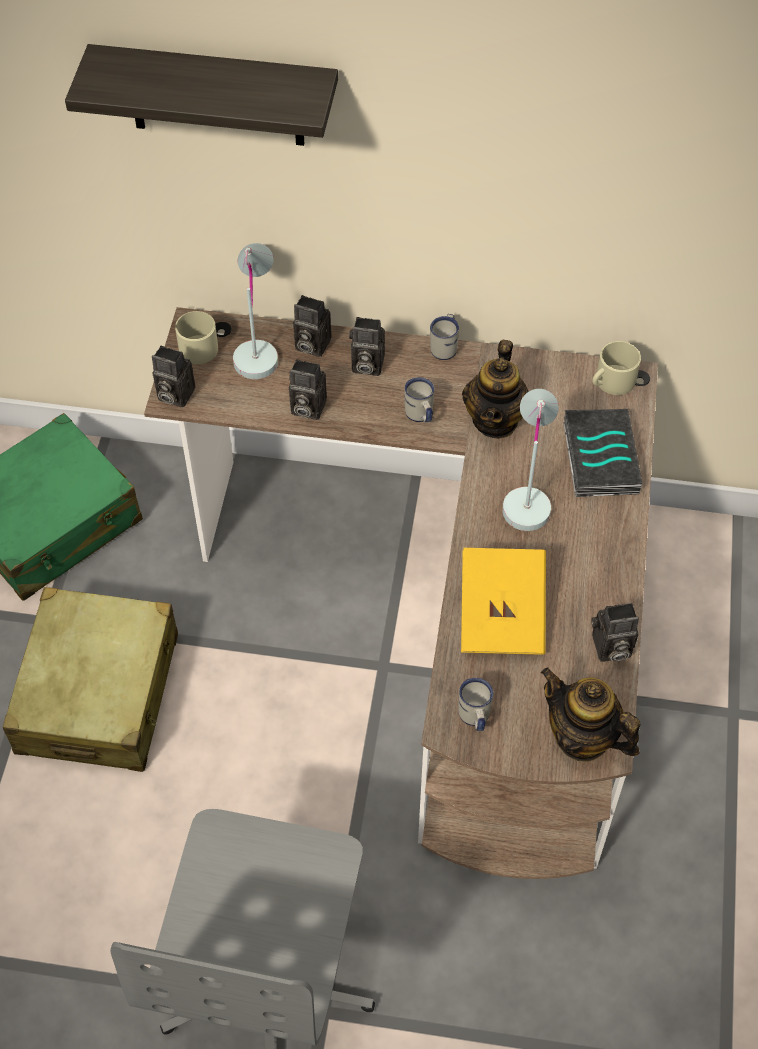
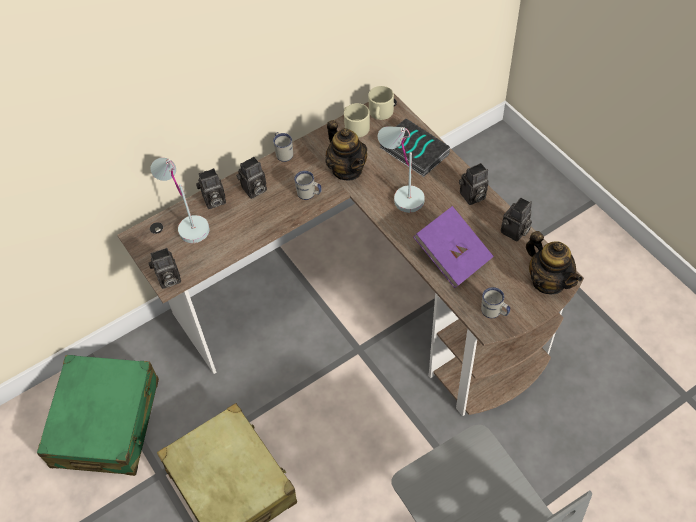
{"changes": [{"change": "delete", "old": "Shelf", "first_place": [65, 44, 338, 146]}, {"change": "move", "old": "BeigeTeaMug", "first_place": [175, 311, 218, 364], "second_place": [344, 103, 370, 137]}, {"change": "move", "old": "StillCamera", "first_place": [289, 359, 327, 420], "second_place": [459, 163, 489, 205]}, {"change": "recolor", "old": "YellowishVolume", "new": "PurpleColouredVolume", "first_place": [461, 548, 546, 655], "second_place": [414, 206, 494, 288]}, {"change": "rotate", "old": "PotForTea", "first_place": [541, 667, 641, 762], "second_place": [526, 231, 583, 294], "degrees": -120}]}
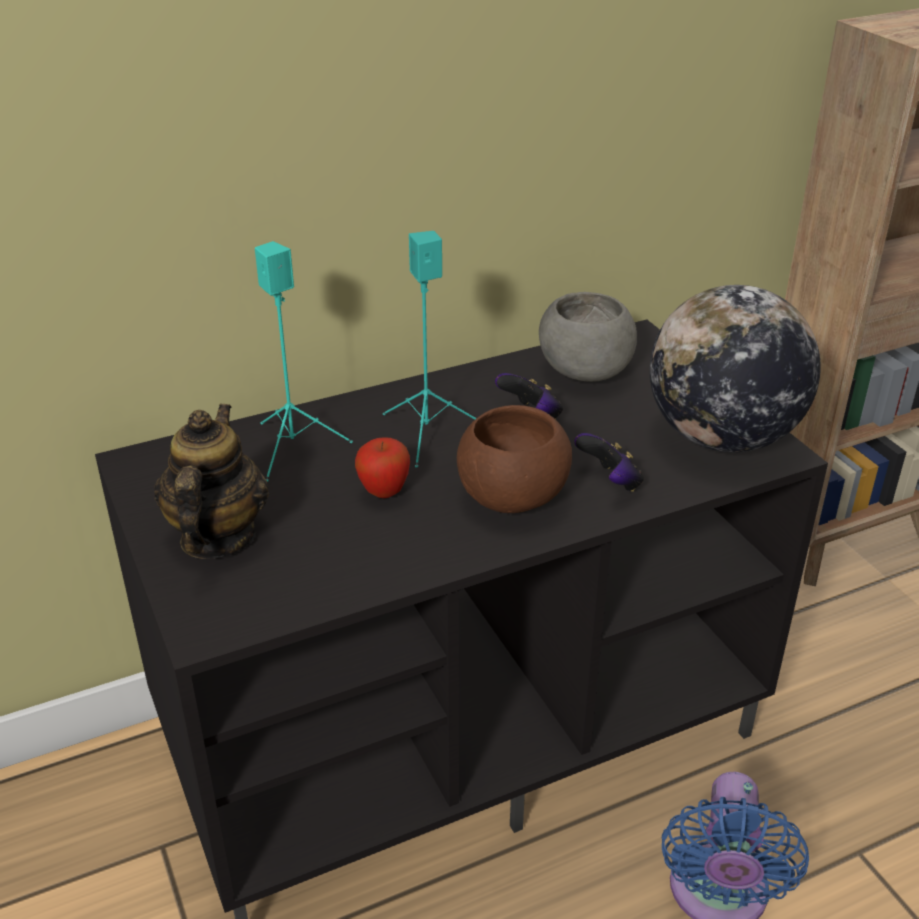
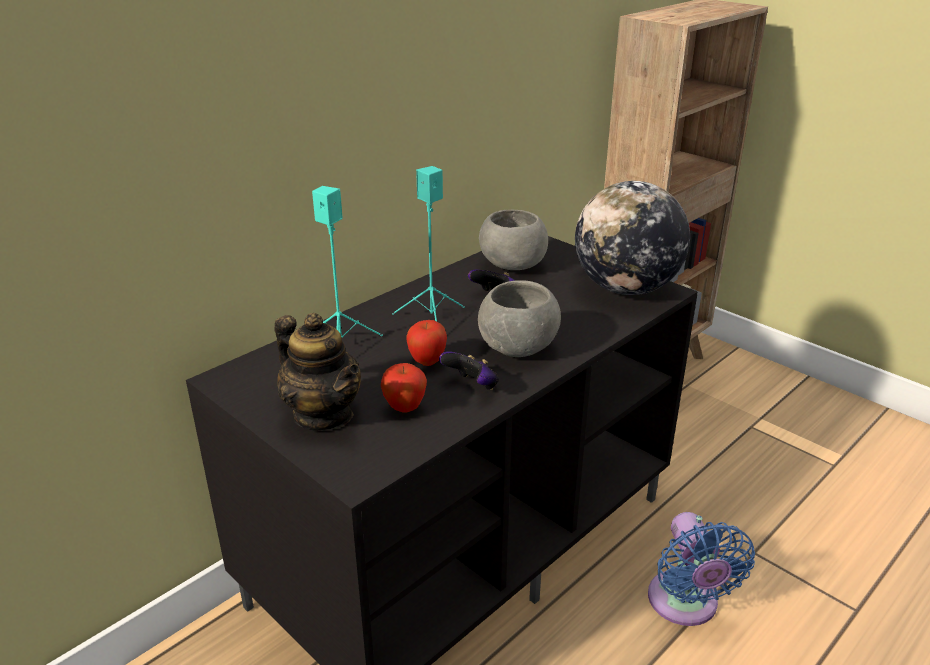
{"changes": [{"change": "insert", "new": "WholeApple", "second_place": [381, 363, 427, 413]}, {"change": "move", "old": "GameController", "first_place": [574, 433, 644, 492], "second_place": [439, 351, 499, 390]}, {"change": "recolor", "old": "BrownishServingBowl", "new": "GreyServingBowl", "first_place": [457, 405, 572, 513], "second_place": [478, 280, 561, 357]}, {"change": "rotate", "old": "PotForTea", "first_place": [154, 404, 269, 559], "second_place": [275, 313, 361, 431], "degrees": 150}]}
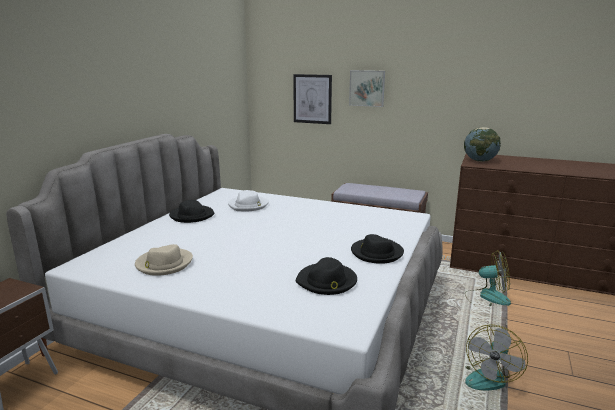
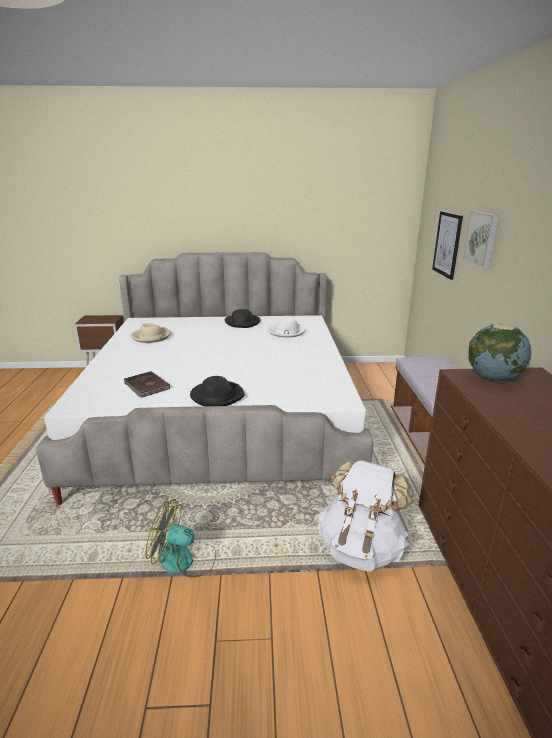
{"changes": [{"change": "replace", "old": "BlackishWearableHat", "new": "BrownishVolume", "first_place": [296, 257, 357, 295], "second_place": [124, 371, 170, 397]}, {"change": "replace", "old": "ElectricFan", "new": "WhiteColouredBackpack", "first_place": [465, 250, 511, 307], "second_place": [318, 460, 414, 572]}]}
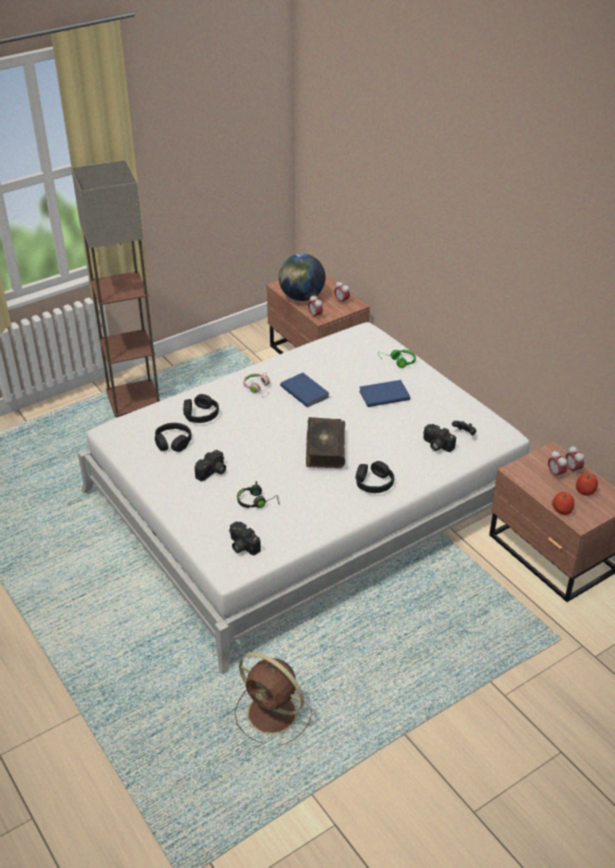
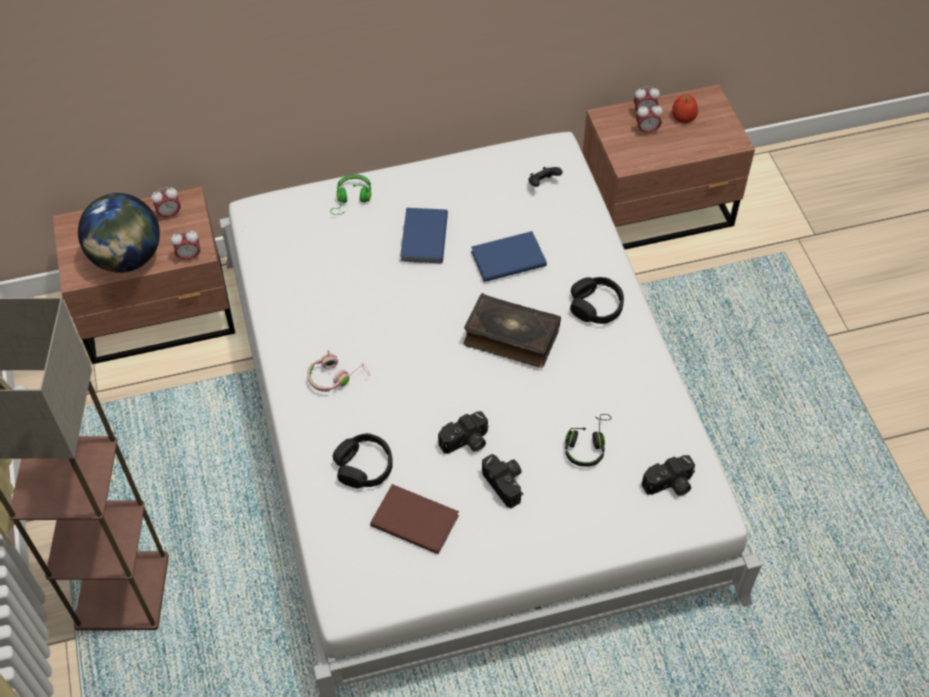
{"changes": [{"change": "delete", "old": "BrownishElectricFan", "first_place": [234, 652, 312, 745]}, {"change": "delete", "old": "WholeApple", "first_place": [552, 492, 574, 515]}, {"change": "move", "old": "BlueVolume", "first_place": [280, 373, 329, 408], "second_place": [471, 231, 547, 282]}, {"change": "move", "old": "StillCamera", "first_place": [423, 424, 456, 452], "second_place": [438, 411, 489, 454]}, {"change": "replace", "old": "BlackishHeadphones", "new": "BrownishVolume", "first_place": [155, 423, 192, 452], "second_place": [370, 484, 459, 554]}]}
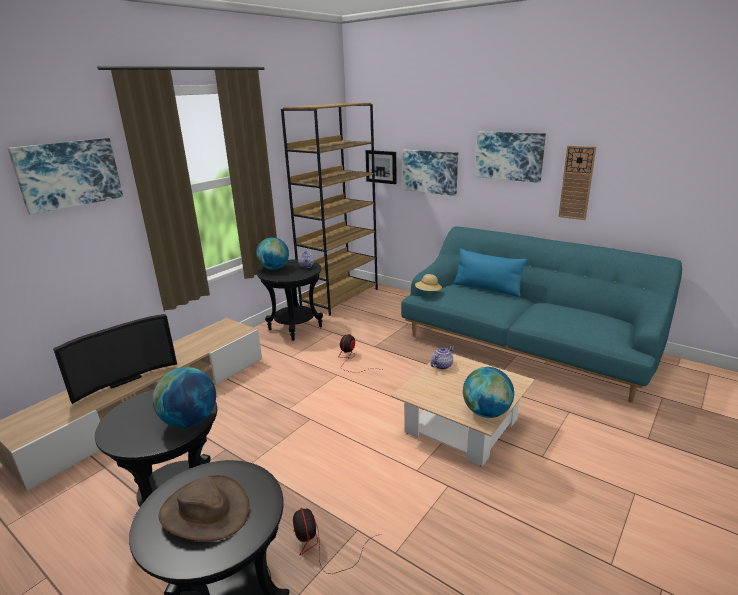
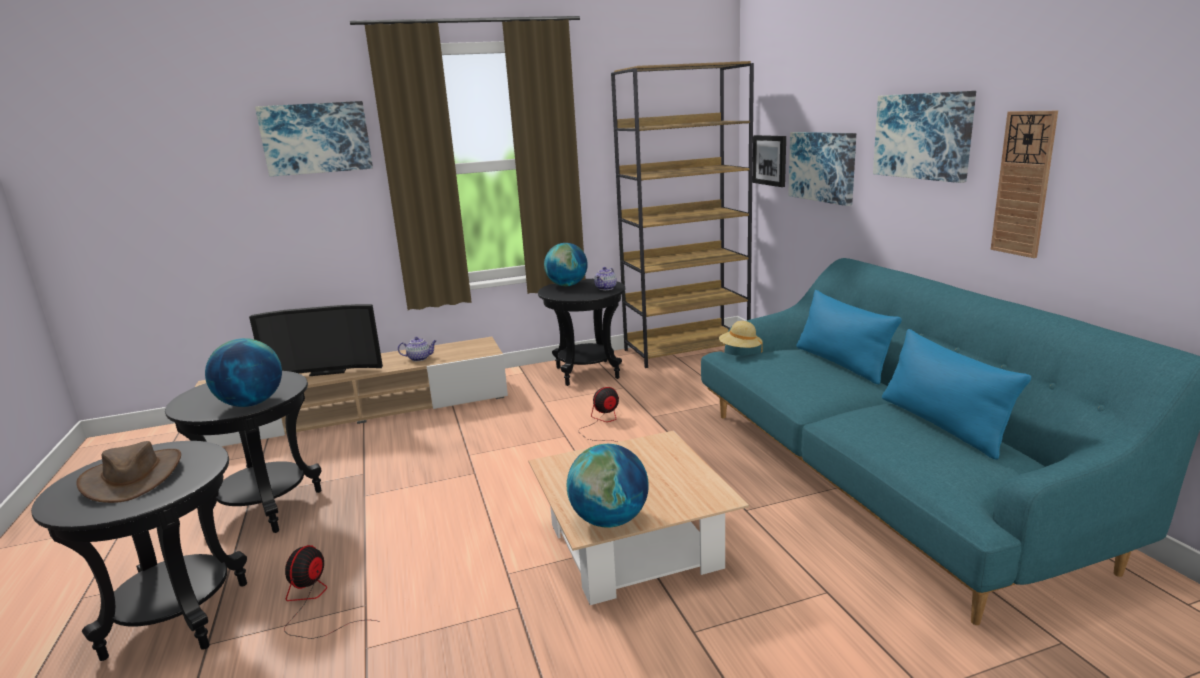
{"changes": [{"change": "insert", "new": "BlueThrowPillow", "second_place": [882, 329, 1031, 460]}, {"change": "move", "old": "PotForTea", "first_place": [431, 346, 454, 370], "second_place": [398, 337, 437, 361]}]}
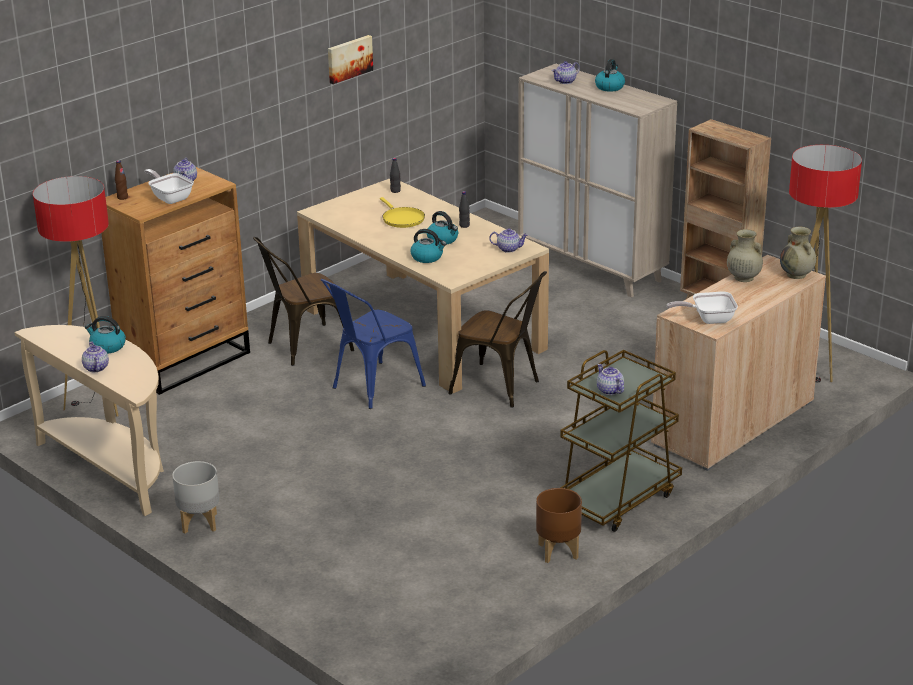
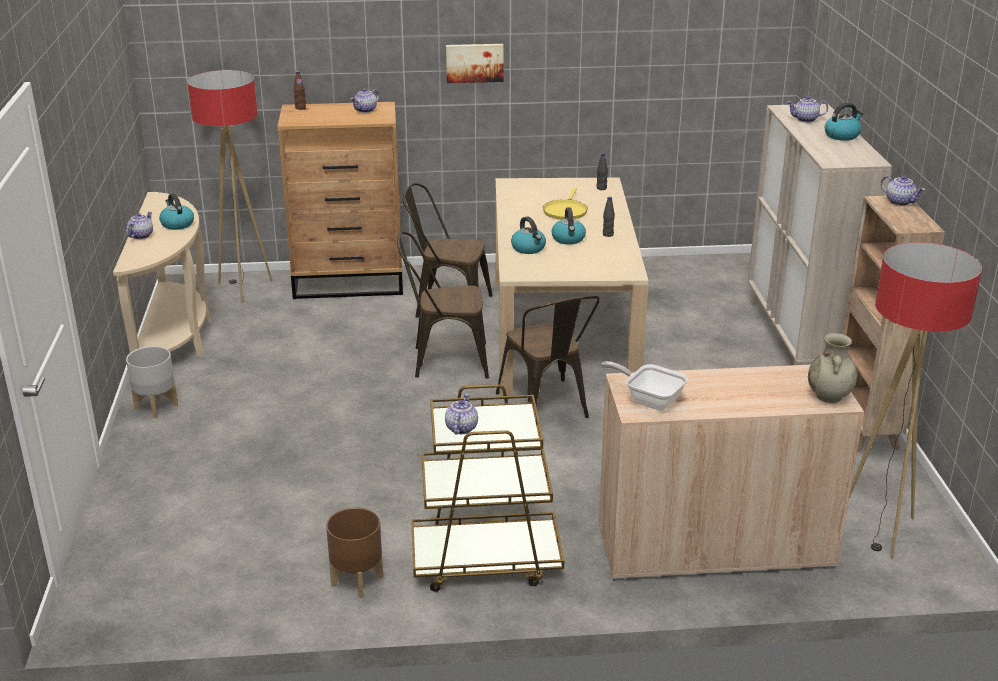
{"changes": [{"change": "delete", "old": "FryingPan", "first_place": [144, 169, 194, 204]}, {"change": "delete", "old": "BeigeDecorativeVase", "first_place": [727, 229, 763, 282]}, {"change": "move", "old": "Picture", "first_place": [328, 35, 373, 84], "second_place": [446, 44, 504, 83]}, {"change": "move", "old": "PotForTea", "first_place": [489, 228, 528, 253], "second_place": [881, 176, 925, 206]}, {"change": "recolor", "old": "BlueUprightChair", "new": "BrownishUprightChair", "first_place": [321, 279, 426, 409], "second_place": [397, 231, 489, 379]}]}
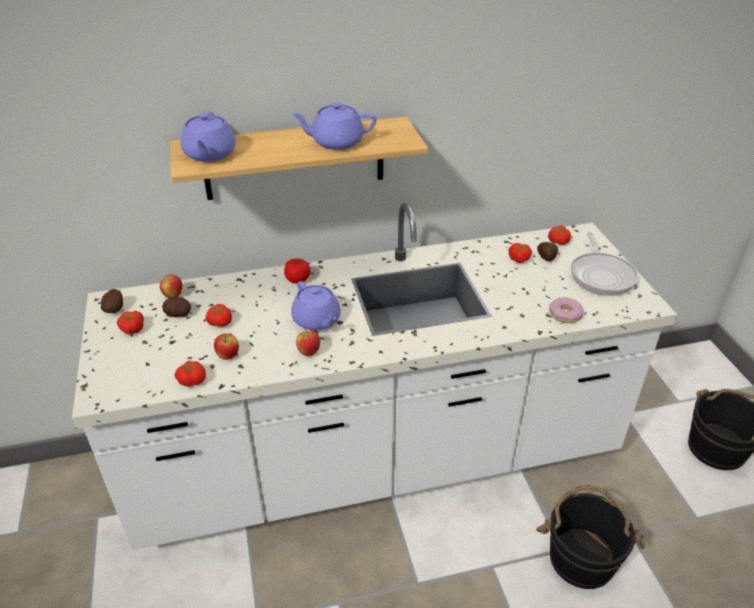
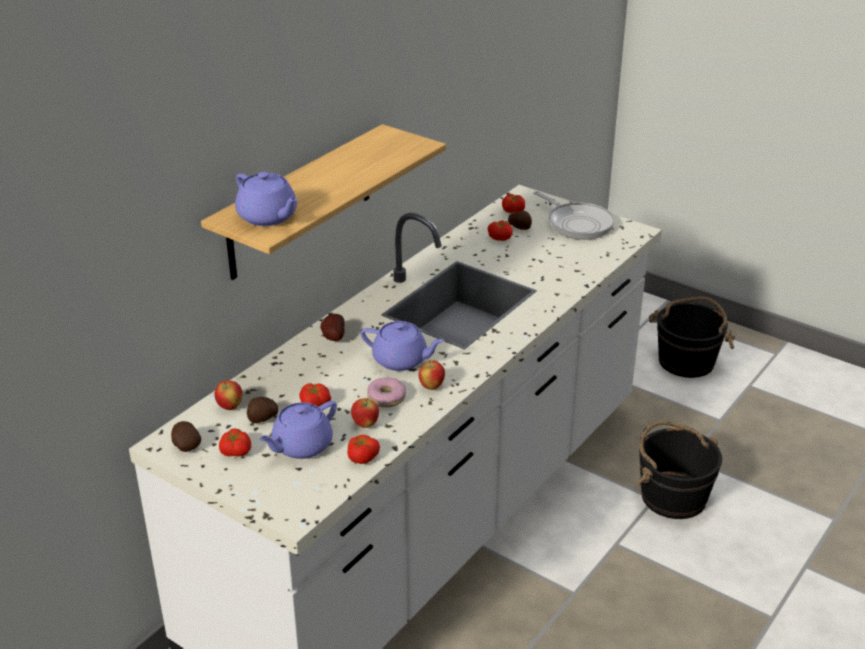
{"changes": [{"change": "move", "old": "PurpleColouredPotForTea", "first_place": [291, 102, 377, 150], "second_place": [259, 401, 337, 459]}, {"change": "move", "old": "RingDoughnut", "first_place": [549, 297, 584, 323], "second_place": [367, 377, 406, 407]}, {"change": "replace", "old": "FreshTomato", "new": "Potato", "first_place": [284, 258, 310, 283], "second_place": [320, 314, 345, 341]}]}
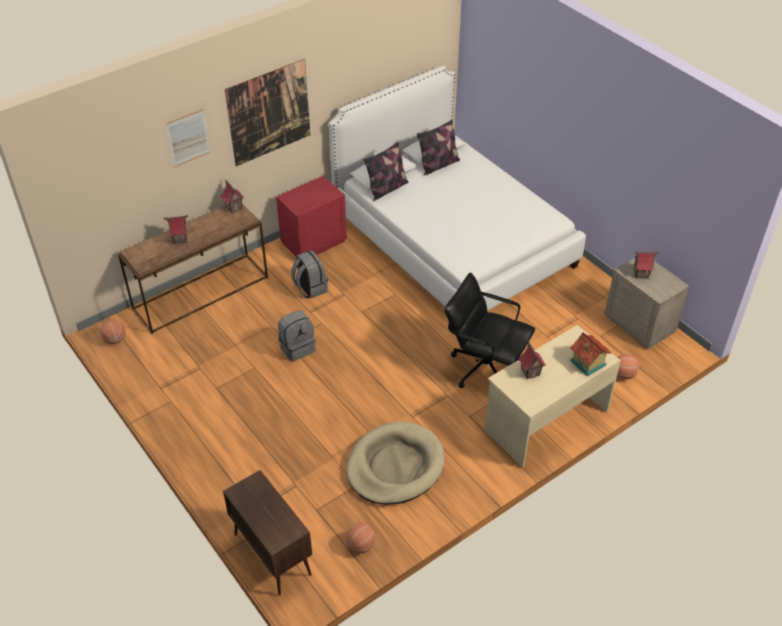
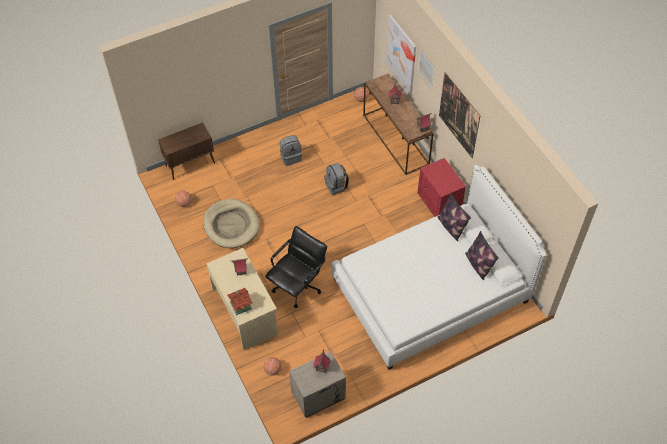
{"changes": [{"change": "insert", "new": "Picture", "second_place": [386, 15, 416, 94]}, {"change": "move", "old": "GreyBackpack", "first_place": [291, 250, 328, 299], "second_place": [280, 135, 302, 166]}]}
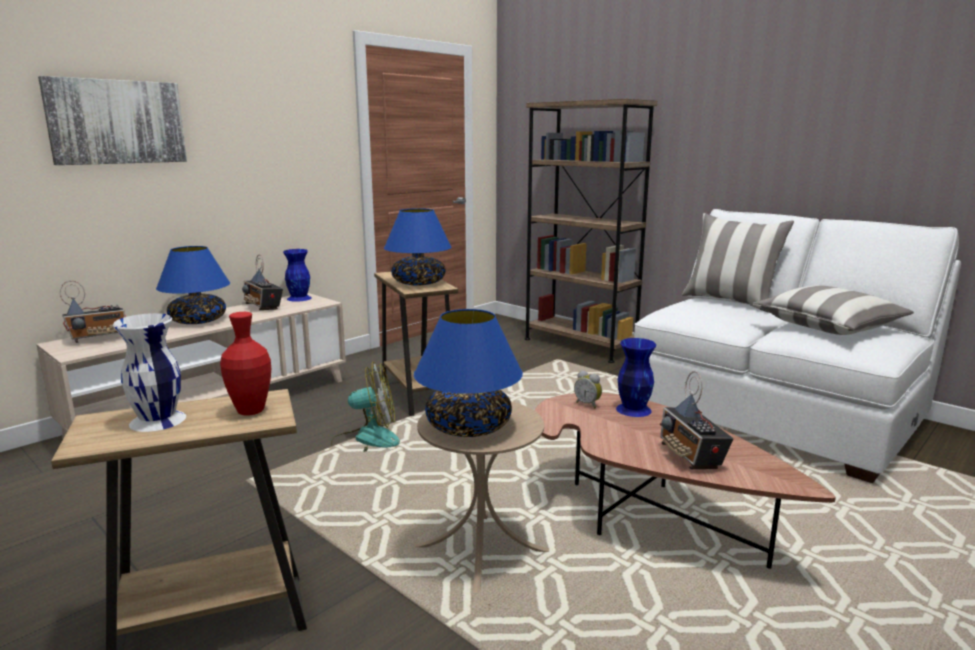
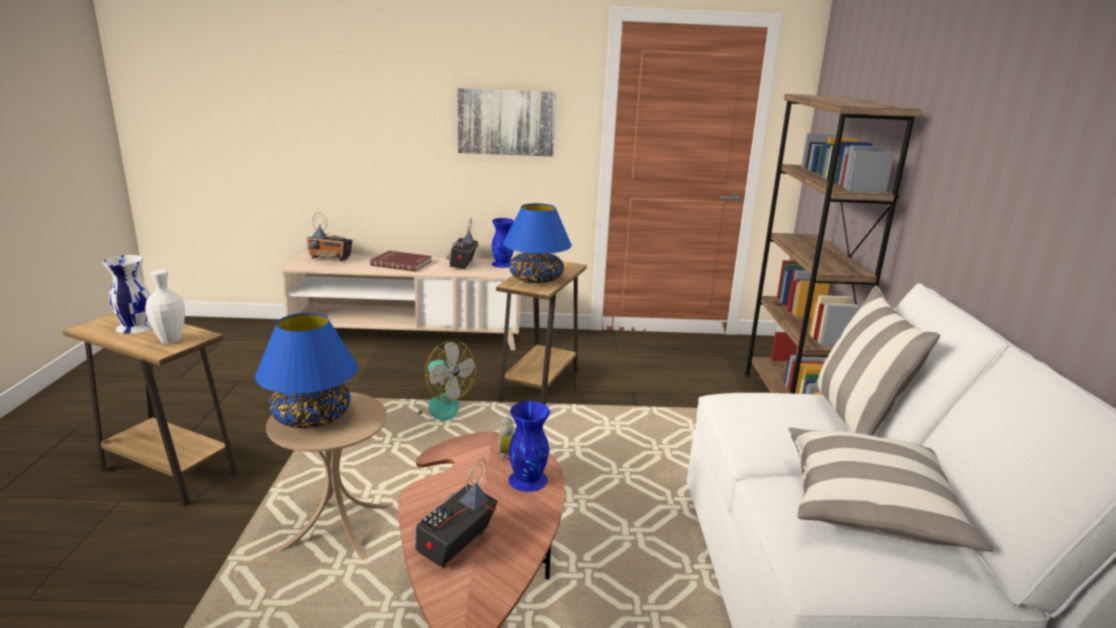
{"changes": [{"change": "move", "old": "Picture", "first_place": [38, 76, 187, 165], "second_place": [457, 88, 556, 157]}, {"change": "replace", "old": "BlueTableLamp", "new": "RedVolume", "first_place": [156, 246, 230, 324], "second_place": [370, 251, 432, 272]}, {"change": "recolor", "old": "RedDecorativeVase", "new": "WhiteColouredDecorativeVase", "first_place": [220, 312, 271, 416], "second_place": [145, 269, 185, 344]}]}
